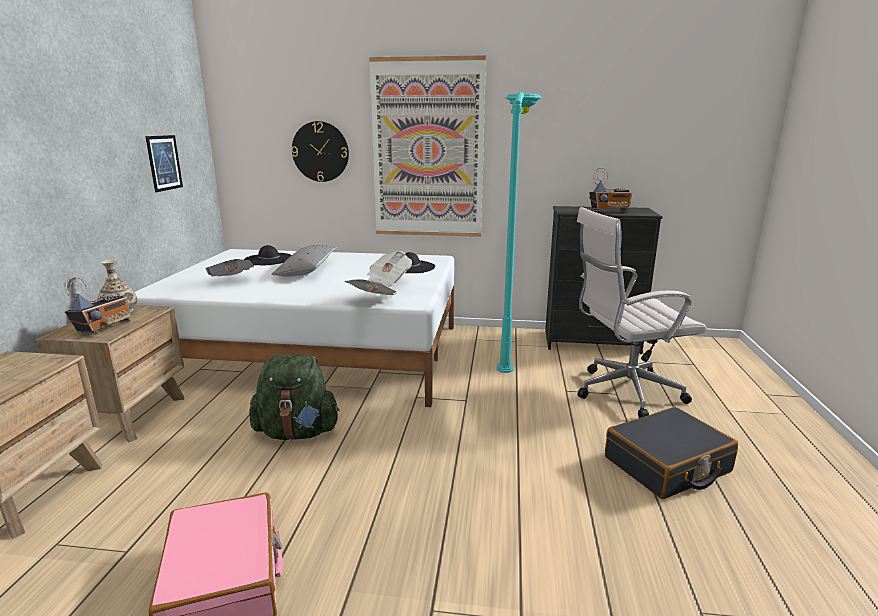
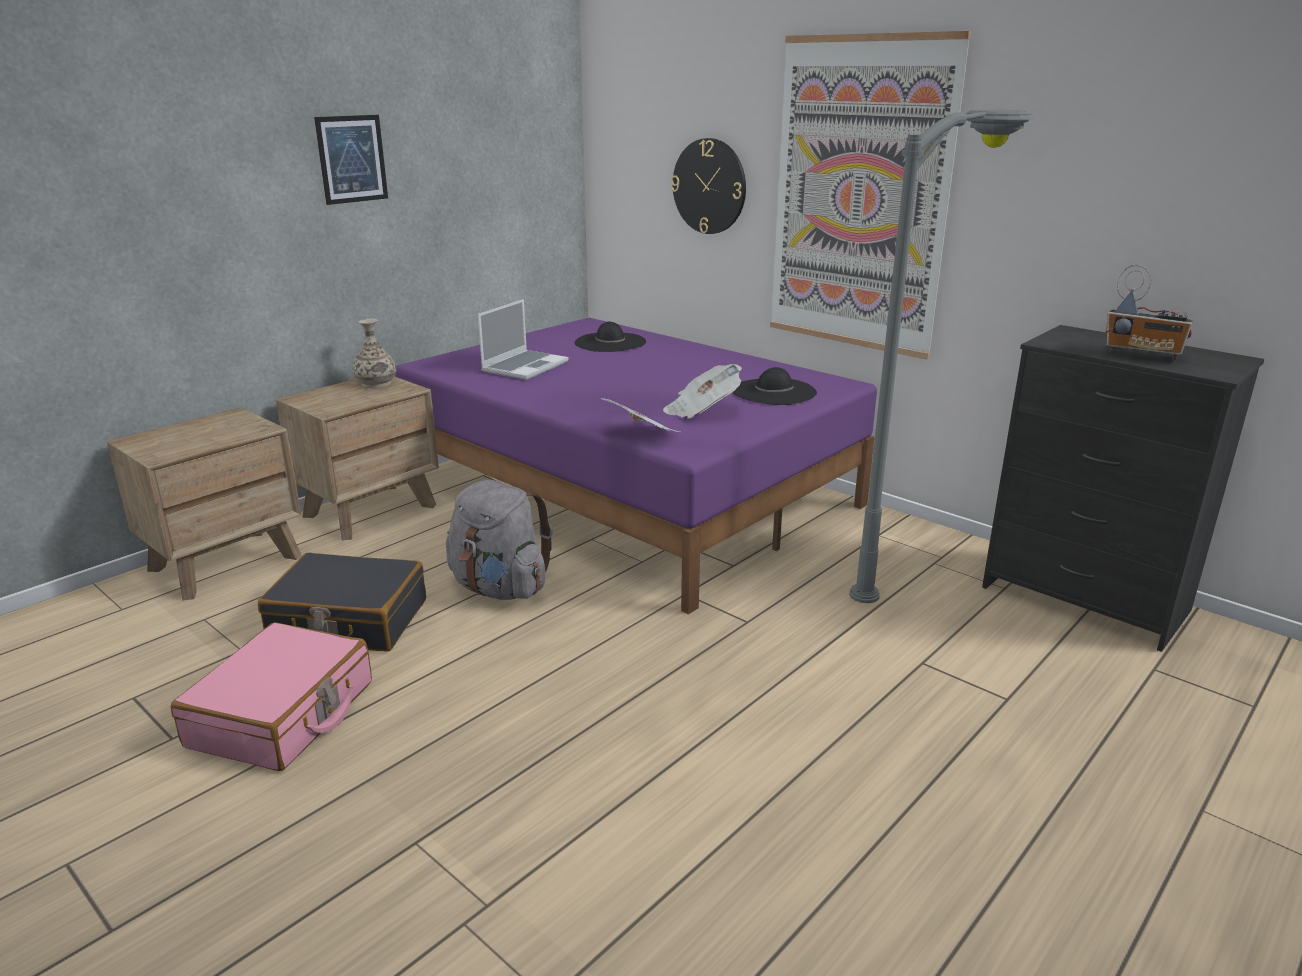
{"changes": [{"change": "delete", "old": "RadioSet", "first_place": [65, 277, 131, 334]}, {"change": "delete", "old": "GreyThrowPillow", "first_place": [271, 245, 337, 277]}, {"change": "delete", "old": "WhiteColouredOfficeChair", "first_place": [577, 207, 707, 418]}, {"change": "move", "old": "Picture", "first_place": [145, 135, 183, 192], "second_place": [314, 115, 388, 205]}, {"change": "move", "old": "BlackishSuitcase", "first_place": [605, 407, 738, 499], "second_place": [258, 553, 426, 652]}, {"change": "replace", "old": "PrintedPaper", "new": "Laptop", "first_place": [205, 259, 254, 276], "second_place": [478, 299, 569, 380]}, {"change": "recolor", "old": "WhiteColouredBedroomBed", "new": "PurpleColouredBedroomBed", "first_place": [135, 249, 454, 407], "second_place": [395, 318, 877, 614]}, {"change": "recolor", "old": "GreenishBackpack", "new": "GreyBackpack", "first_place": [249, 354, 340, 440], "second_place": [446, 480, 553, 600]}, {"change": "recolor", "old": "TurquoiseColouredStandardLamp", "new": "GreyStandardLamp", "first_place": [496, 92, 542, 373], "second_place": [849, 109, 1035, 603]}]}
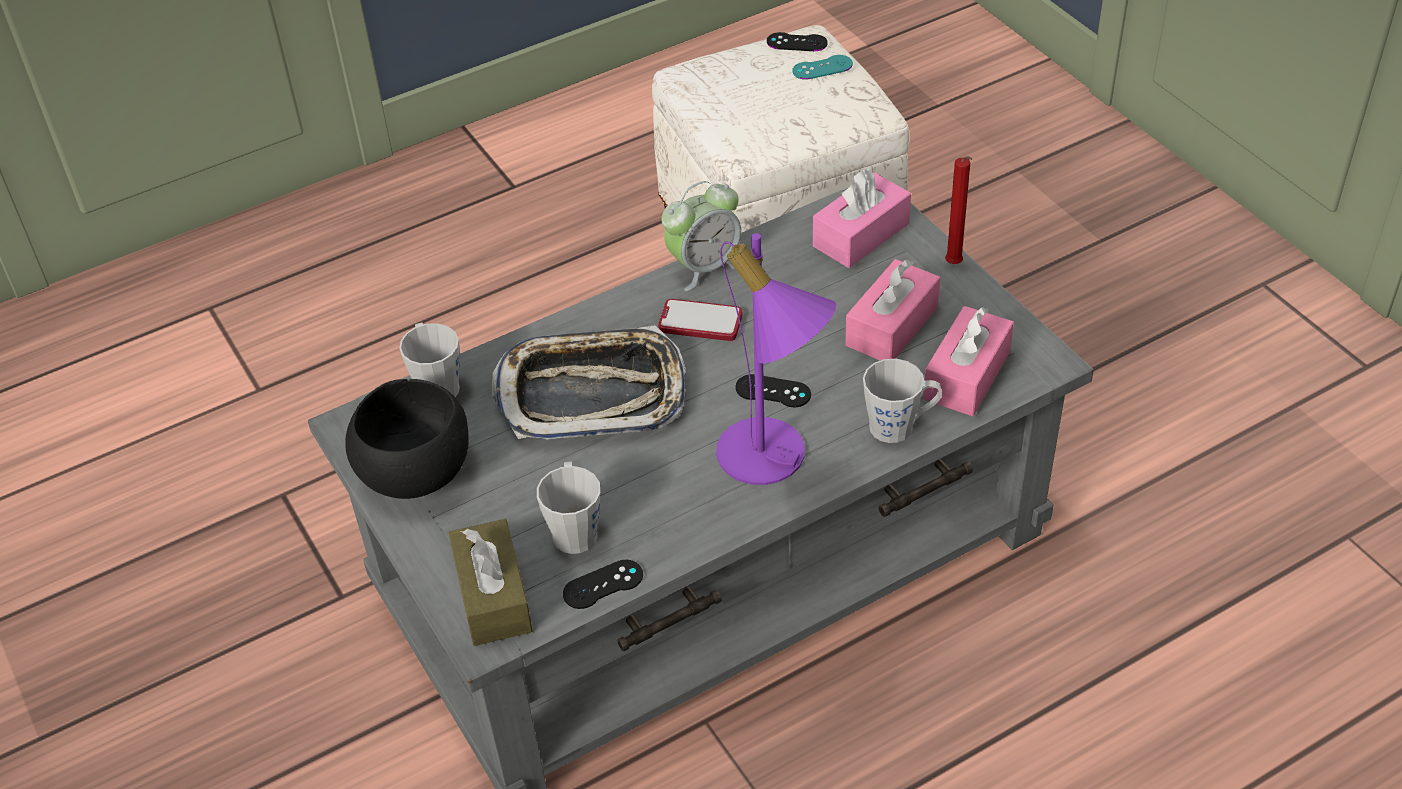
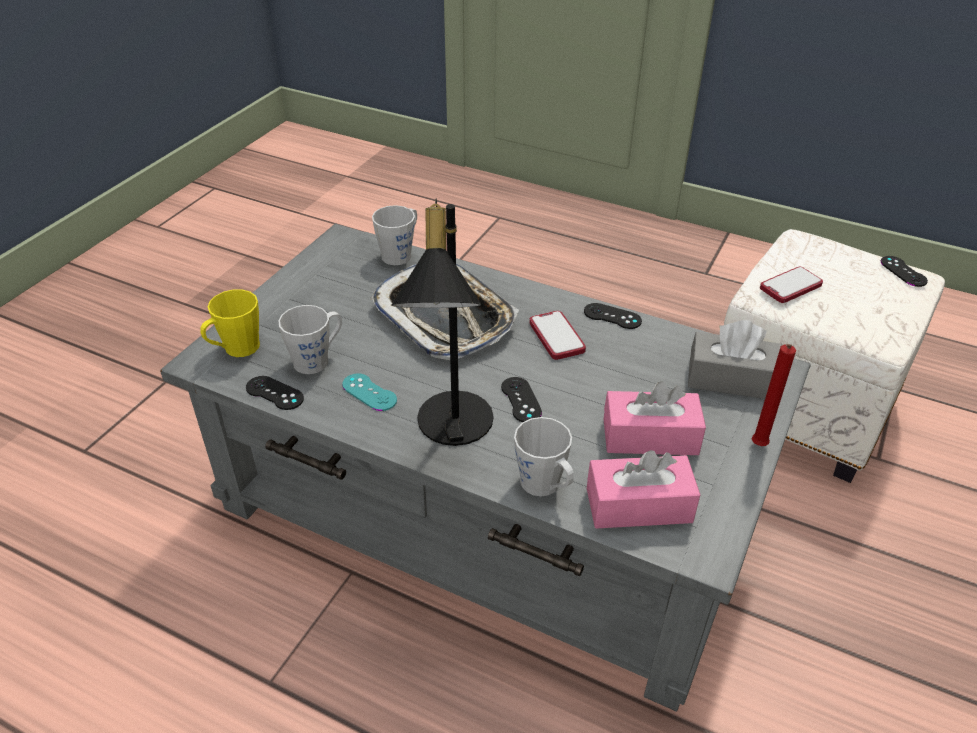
{"changes": [{"change": "delete", "old": "BlackishServingBowl", "first_place": [345, 379, 469, 499]}, {"change": "insert", "new": "Telephone", "second_place": [760, 267, 823, 303]}, {"change": "move", "old": "TurquoiseColouredGameController", "first_place": [792, 55, 853, 80], "second_place": [342, 373, 397, 411]}, {"change": "replace", "old": "BrownishBoxOfTissues", "new": "YellowishTeaMug", "first_place": [449, 519, 533, 646], "second_place": [200, 289, 260, 357]}, {"change": "replace", "old": "AlarmClock", "new": "BlackishGameController", "first_place": [661, 181, 741, 291], "second_place": [584, 303, 642, 329]}, {"change": "recolor", "old": "PurpleColouredTableLamp", "new": "BlackishTableLamp", "first_place": [716, 233, 837, 485], "second_place": [391, 199, 494, 446]}, {"change": "recolor", "old": "PinkColouredBoxOfTissues", "new": "GreyBoxOfTissues", "first_place": [813, 169, 911, 268], "second_place": [688, 320, 782, 399]}]}
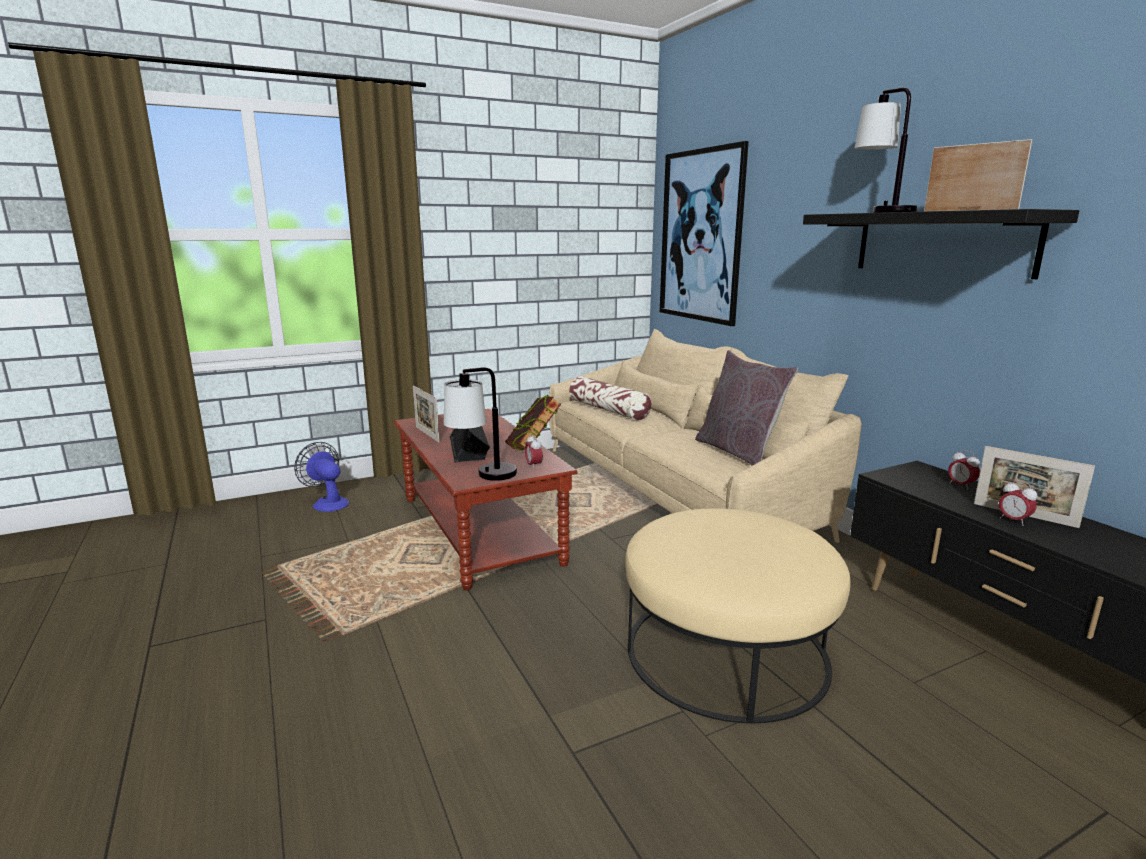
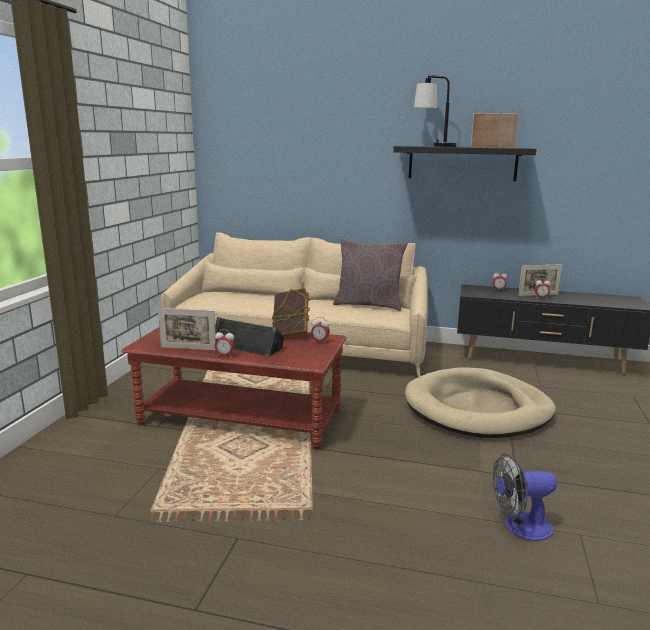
{"changes": [{"change": "delete", "old": "TableLamp", "first_place": [444, 367, 517, 481]}, {"change": "delete", "old": "ThrowPillow", "first_place": [569, 376, 652, 421]}, {"change": "delete", "old": "Picture", "first_place": [660, 141, 749, 326]}, {"change": "insert", "new": "AlarmClock", "second_place": [215, 330, 235, 357]}, {"change": "move", "old": "ElectricFan", "first_place": [294, 442, 349, 512], "second_place": [493, 453, 557, 541]}, {"change": "replace", "old": "BeigePouffe", "new": "BeigeDogBed", "first_place": [625, 508, 851, 723], "second_place": [405, 368, 556, 438]}]}
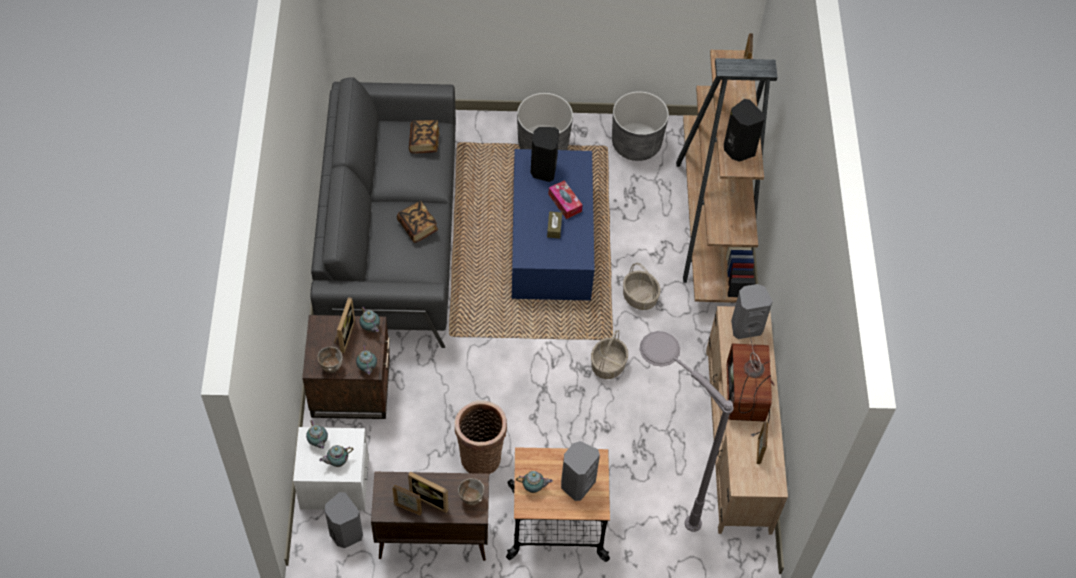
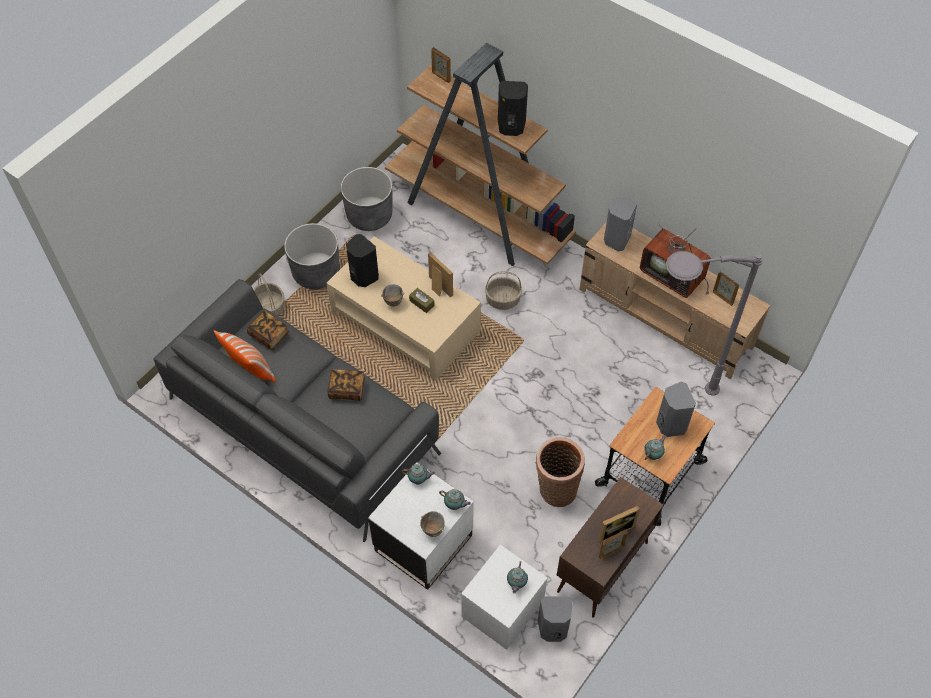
{"changes": [{"change": "delete", "old": "PotForTea", "first_place": [306, 420, 328, 449]}, {"change": "delete", "old": "BoxOfTissues", "first_place": [548, 180, 583, 219]}, {"change": "insert", "new": "ThrowPillow", "second_place": [213, 330, 276, 382]}, {"change": "move", "old": "StandingFrame", "first_place": [334, 297, 355, 353], "second_place": [428, 252, 453, 297]}, {"change": "move", "old": "ServingBowl", "first_place": [458, 478, 484, 505], "second_place": [381, 284, 405, 307]}, {"change": "move", "old": "StorageBasket", "first_place": [591, 330, 628, 379], "second_place": [253, 273, 285, 316]}, {"change": "recolor", "old": "BrownishAccentTable", "new": "WhiteColouredAccentTable", "first_place": [302, 315, 390, 419], "second_place": [368, 462, 474, 590]}, {"change": "recolor", "old": "BlueCoffeeTable", "new": "BeigeCoffeeTable", "first_place": [512, 149, 595, 301], "second_place": [326, 236, 481, 381]}]}
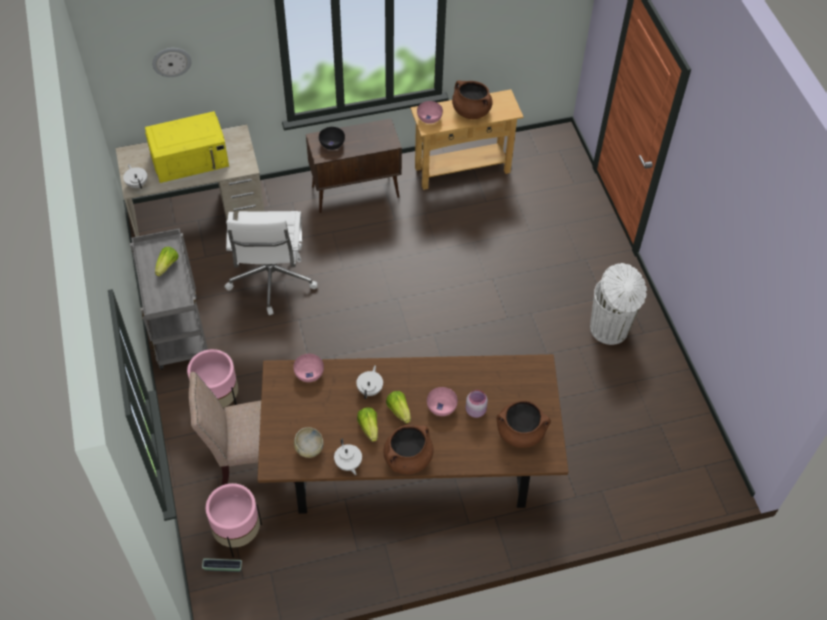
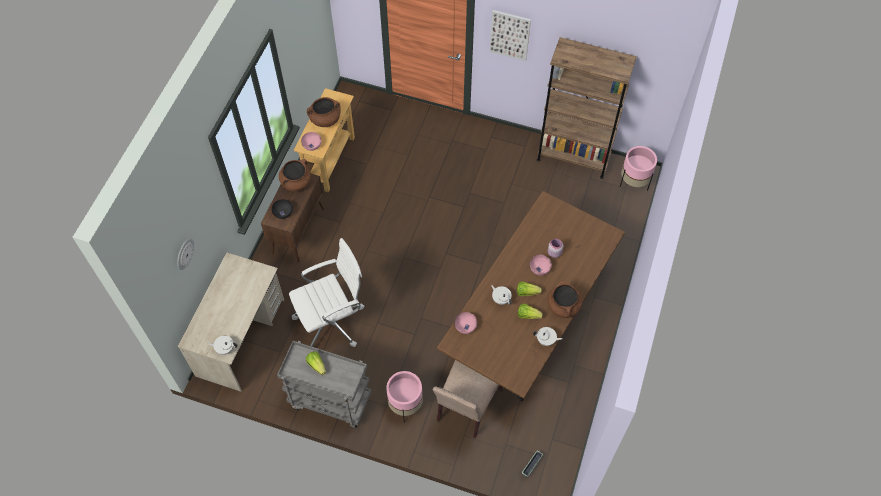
{"changes": [{"change": "delete", "old": "YellowishKitchenMicrowave", "first_place": [145, 111, 229, 183]}, {"change": "delete", "old": "BeigeServingBowl", "first_place": [294, 427, 324, 458]}, {"change": "delete", "old": "WhiteColouredRubbishBin", "first_place": [590, 263, 647, 345]}, {"change": "insert", "new": "Picture", "second_place": [490, 10, 531, 61]}, {"change": "insert", "new": "BrownishBookshelf", "second_place": [537, 37, 637, 179]}, {"change": "move", "old": "PinkColouredFlowerPot", "first_place": [206, 483, 262, 557], "second_place": [620, 146, 657, 191]}, {"change": "move", "old": "BrownishCookingPot", "first_place": [497, 401, 551, 448], "second_place": [279, 159, 311, 192]}, {"change": "rotate", "old": "WhiteColouredOfficeChair", "first_place": [225, 211, 317, 315], "second_place": [289, 238, 364, 347], "degrees": -60}]}
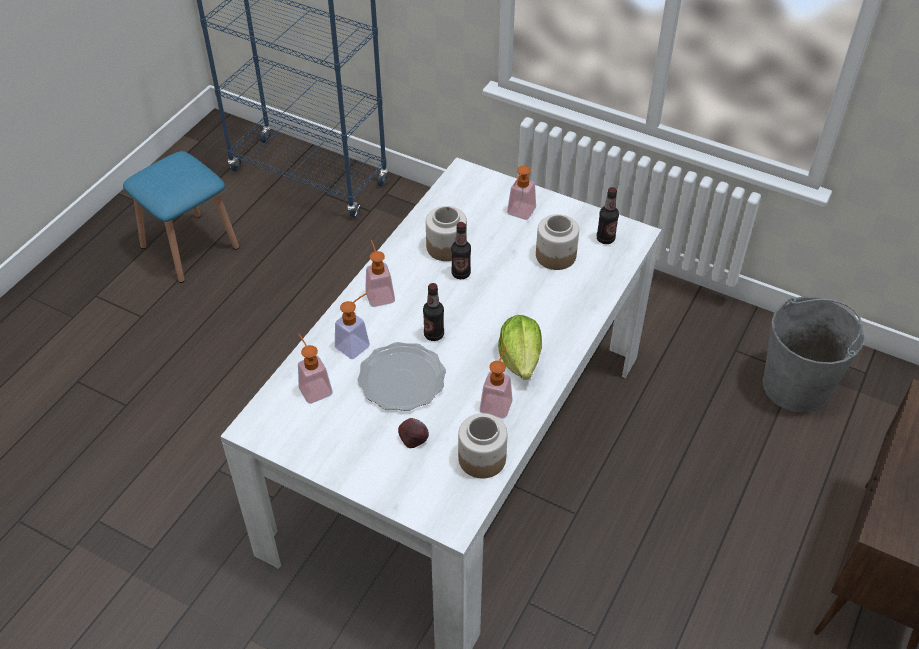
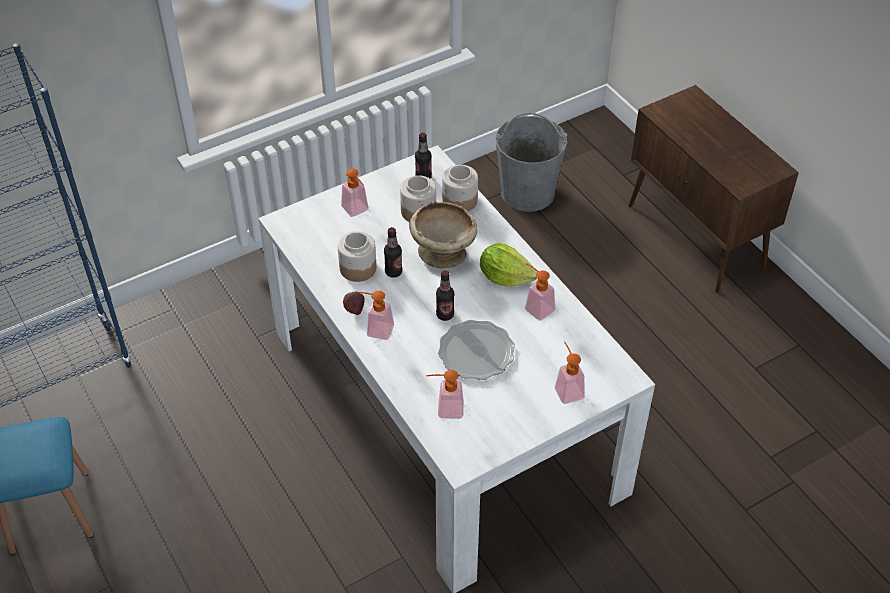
{"changes": [{"change": "insert", "new": "BeigeServingBowl", "second_place": [409, 201, 477, 269]}, {"change": "move", "old": "SoapBottle", "first_place": [335, 293, 370, 359], "second_place": [555, 341, 585, 404]}, {"change": "move", "old": "WholeApple", "first_place": [398, 418, 429, 448], "second_place": [343, 292, 365, 315]}, {"change": "move", "old": "Jar", "first_place": [458, 413, 508, 478], "second_place": [442, 165, 478, 211]}]}
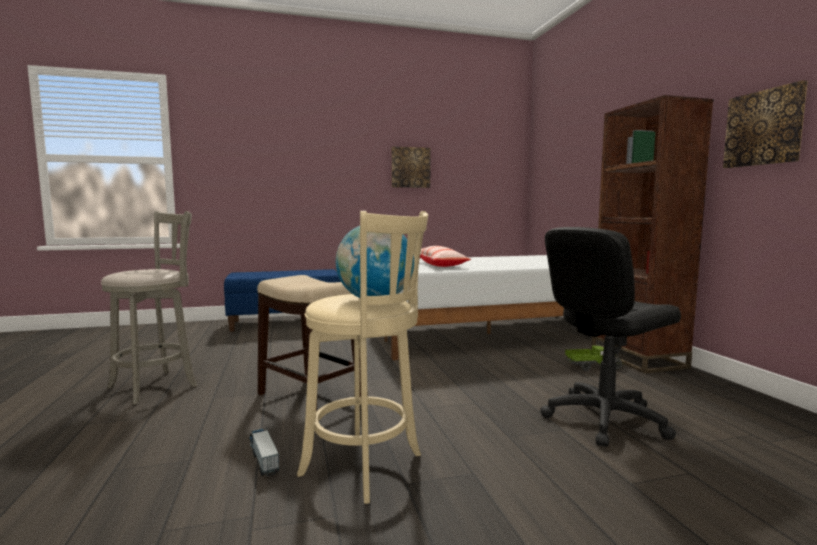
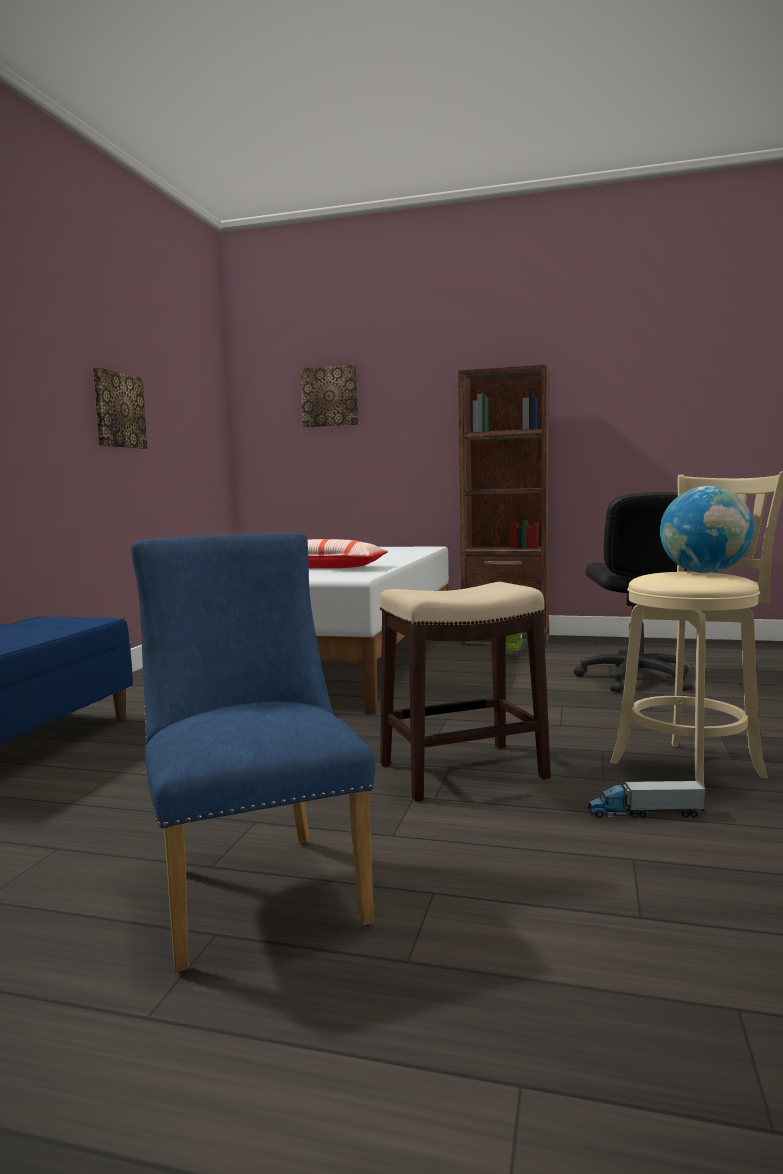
{"changes": [{"change": "move", "old": "Picture", "first_place": [723, 80, 808, 168], "second_place": [301, 365, 359, 427]}, {"change": "replace", "old": "GreyStool", "new": "BlueUprightChair", "first_place": [101, 211, 197, 405], "second_place": [131, 533, 375, 972]}]}
